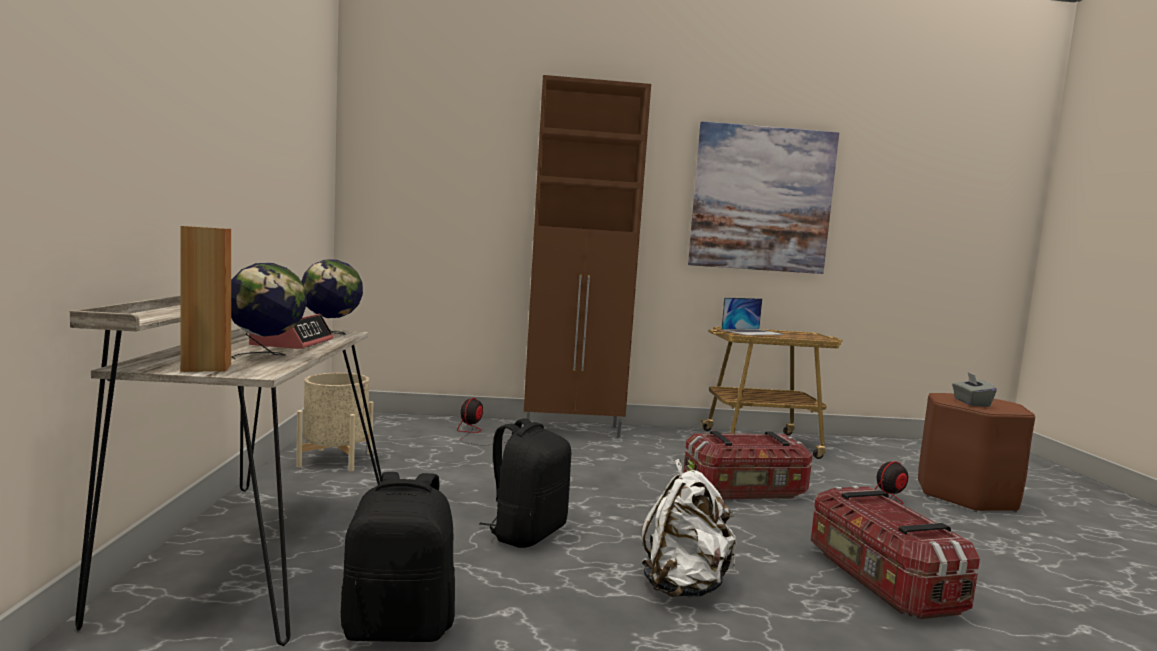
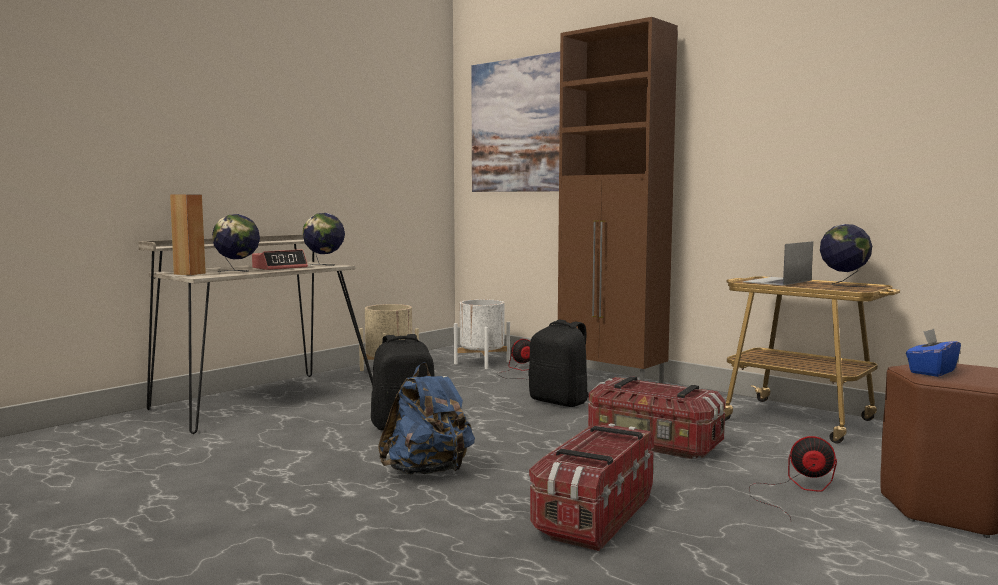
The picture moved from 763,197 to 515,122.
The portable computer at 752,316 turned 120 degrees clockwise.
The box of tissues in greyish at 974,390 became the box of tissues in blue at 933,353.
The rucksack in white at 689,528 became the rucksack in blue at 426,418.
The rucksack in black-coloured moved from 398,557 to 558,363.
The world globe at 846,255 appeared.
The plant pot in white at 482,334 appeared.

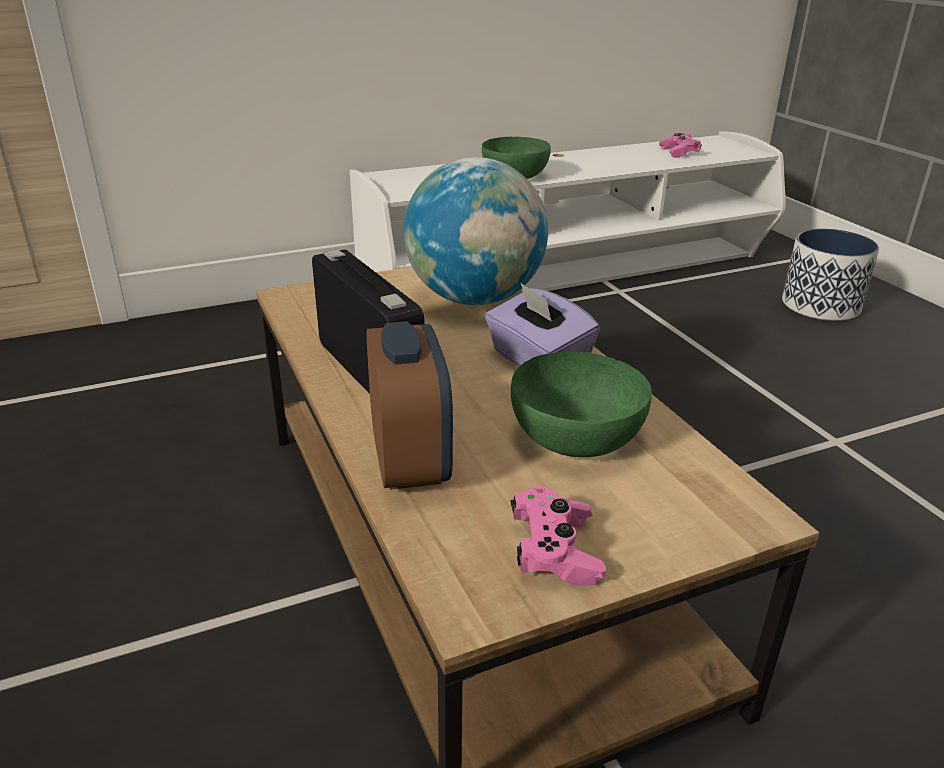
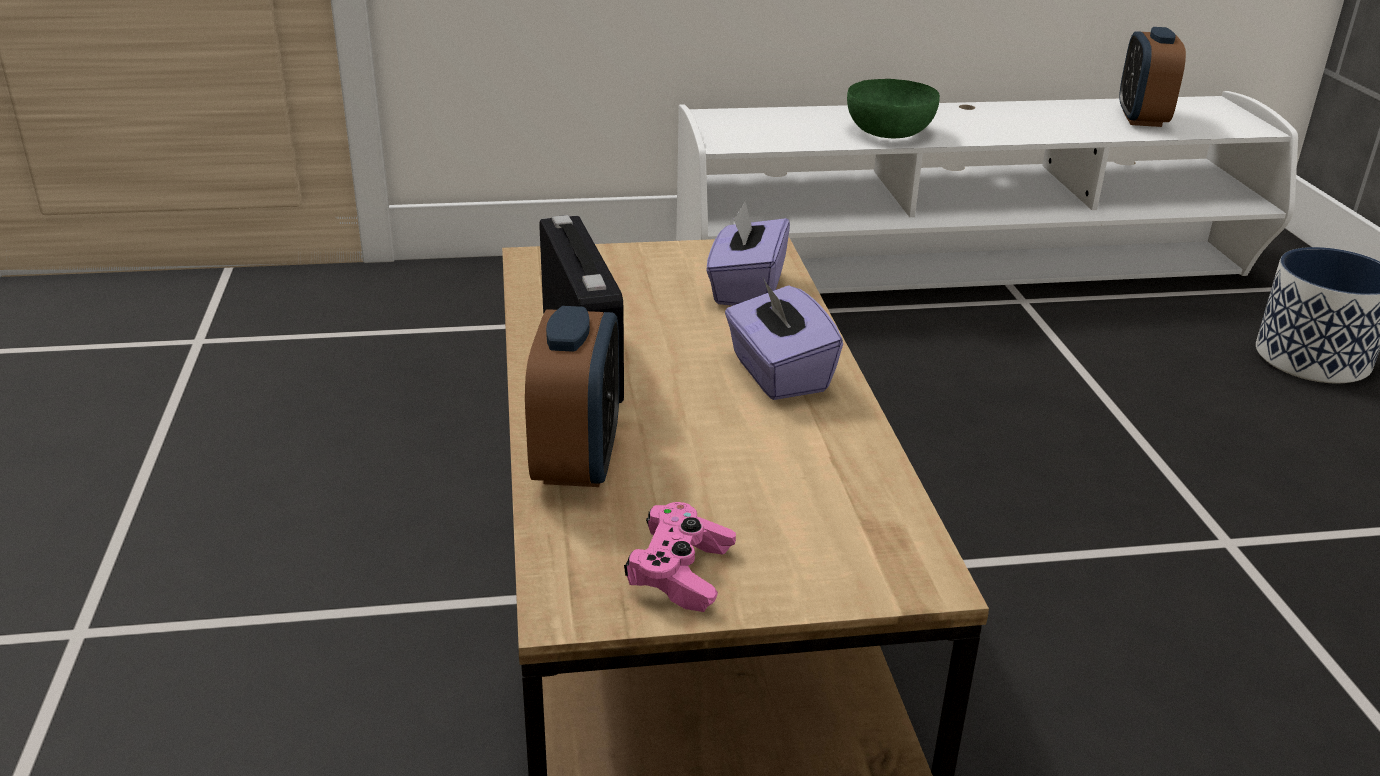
The game controller in pink-coloured at 680,145 was replaced by the alarm clock at 1152,77.
The world globe at 476,231 was replaced by the box of tissues in purple-coloured at 748,253.
The deep dish in greenish at 581,404 disappeared.

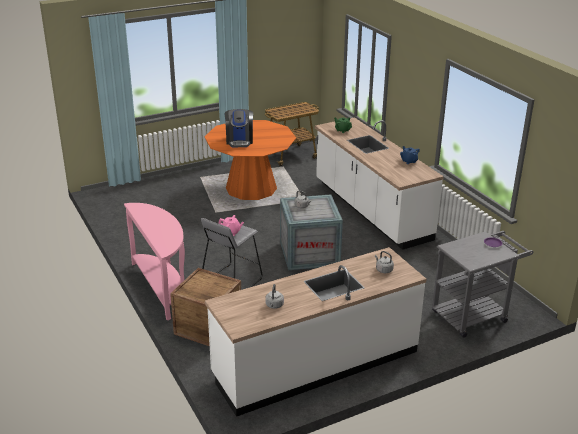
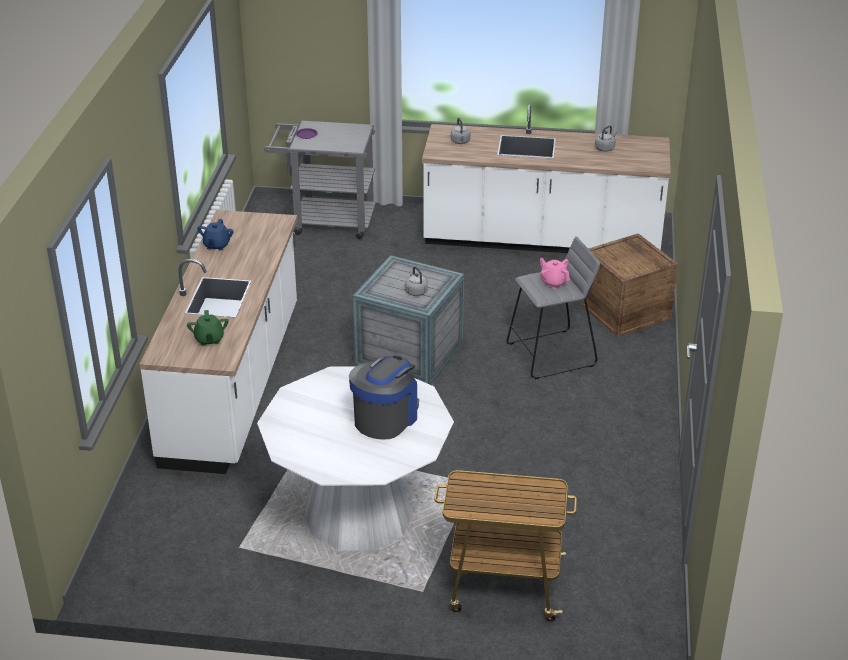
The wheeled cart moved from 292,134 to 505,546.
The dinner table in orange at 250,160 became the dinner table in white at 355,458.
The console table in pink-coloured at 154,261 disappeared.

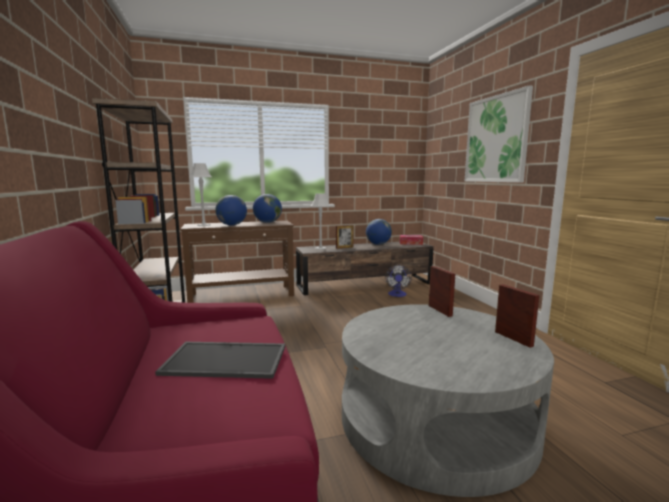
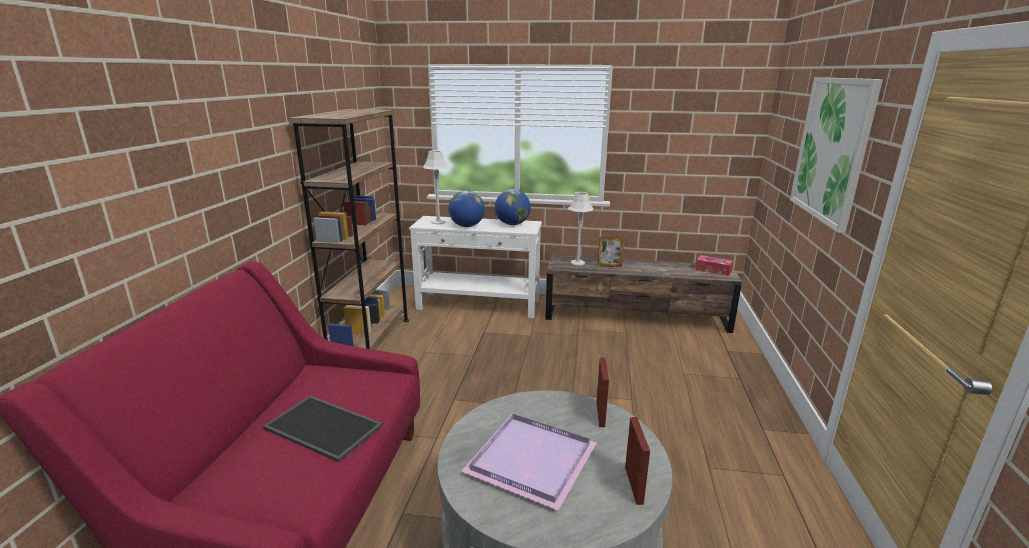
The world globe at 379,232 disappeared.
The console table in brownish at 237,262 became the console table in white at 475,267.
The fan at 398,281 disappeared.
The tray in purple-coloured at 529,462 appeared.

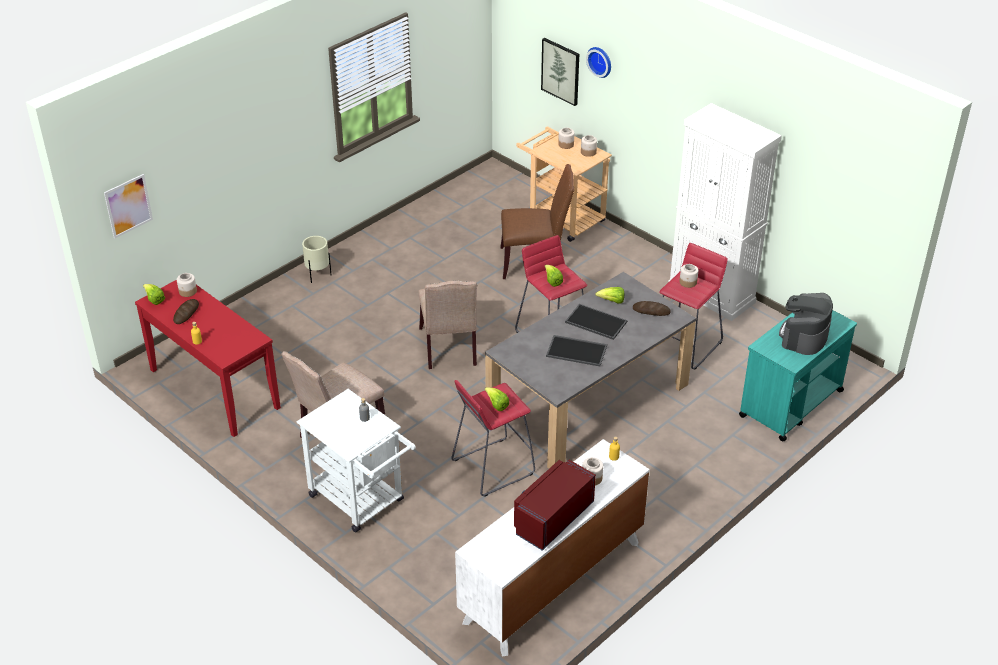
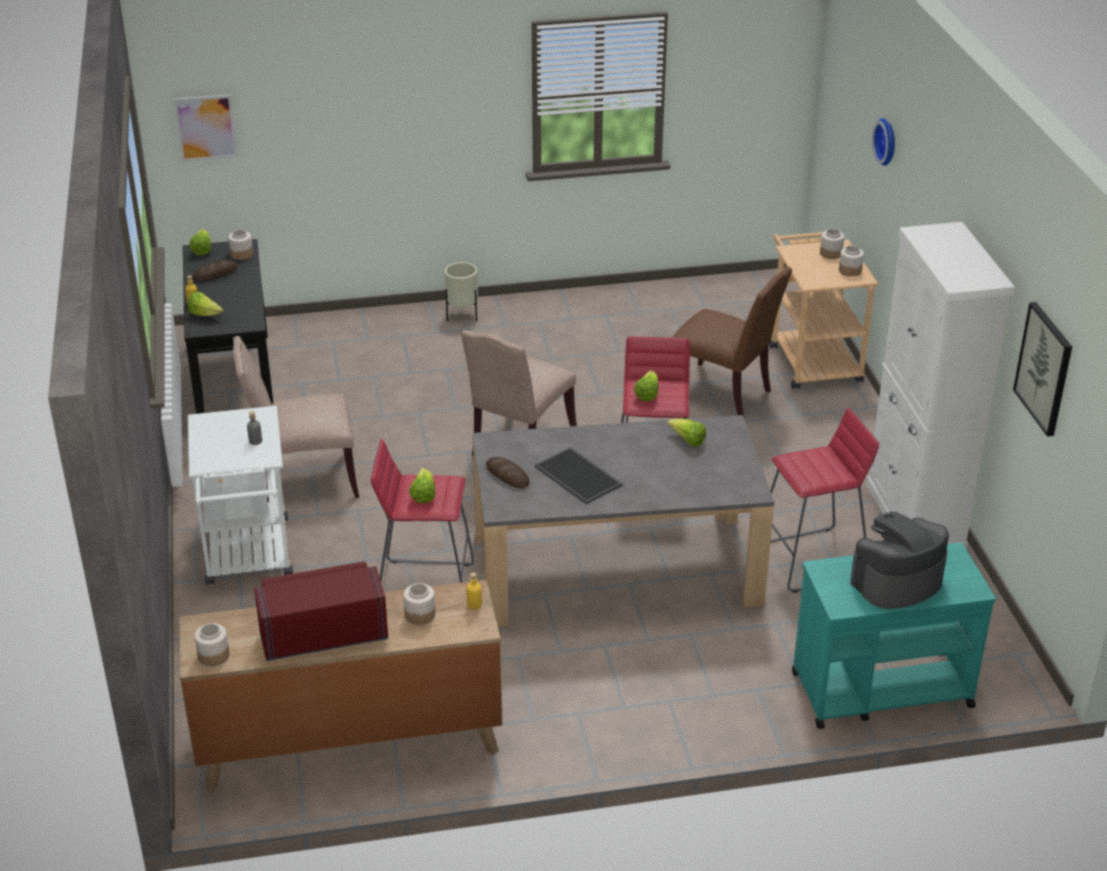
The picture moved from 560,72 to 1042,369.
The storage jar moved from 689,276 to 212,644.
The console table in red at 208,358 became the console table in black-coloured at 228,326.
The bakery bread moved from 652,308 to 507,472.
The tray at 596,322 disappeared.
The dresser in white at 552,548 became the dresser in brownish at 341,686.
The head of lettuce at 205,304 appeared.

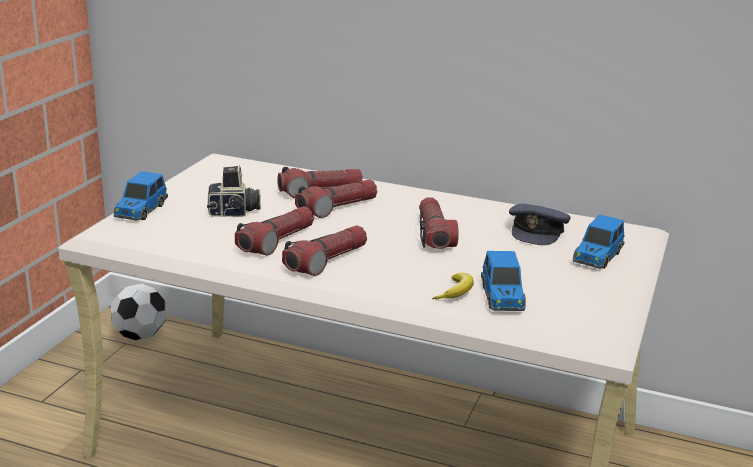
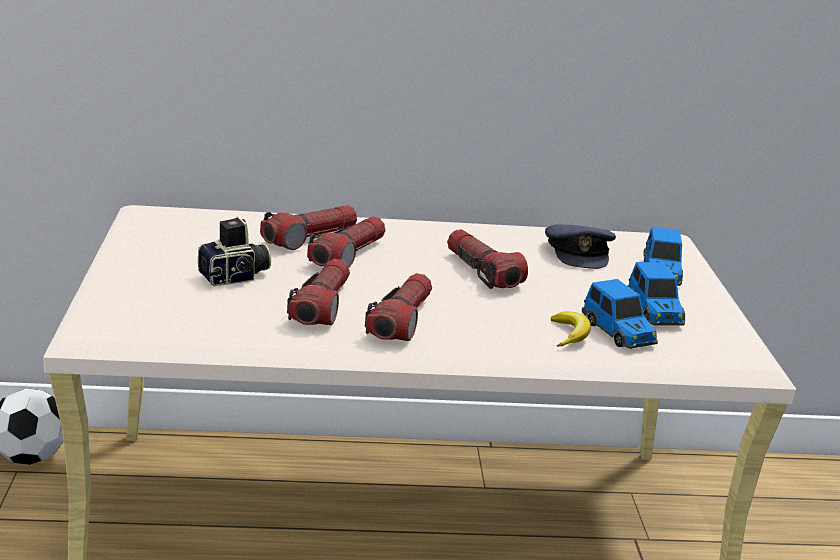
The miniature car moved from 141,195 to 656,294.

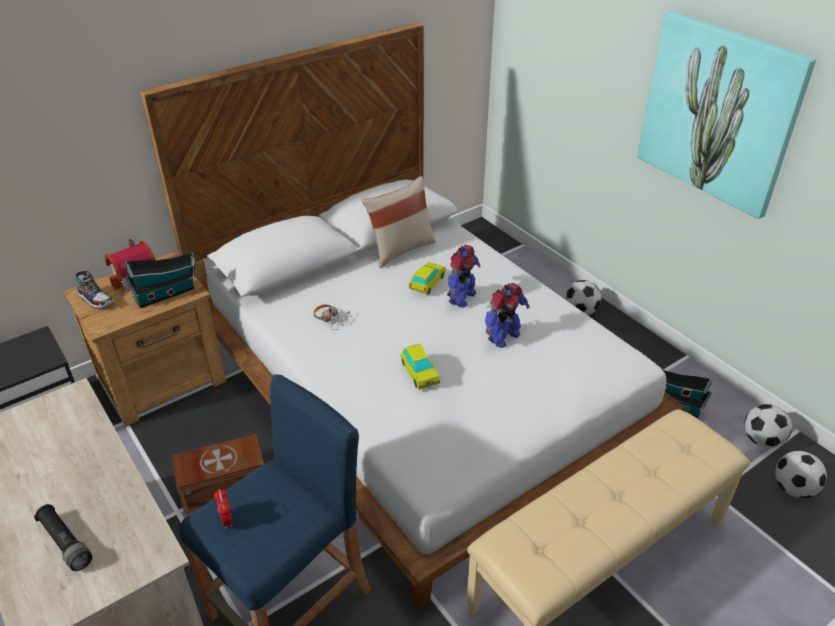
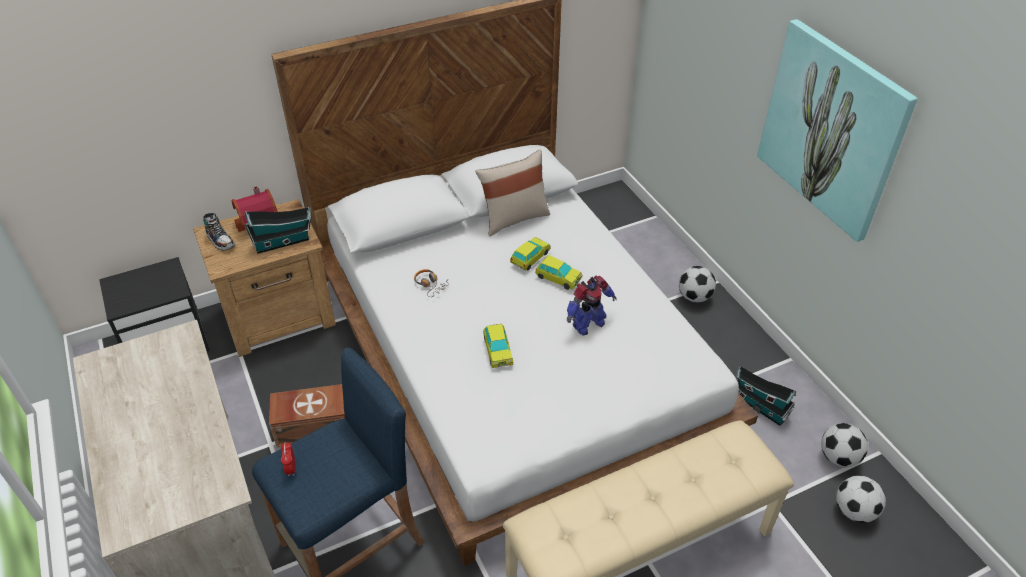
The model robot at 463,276 was replaced by the miniature car at 558,272.
The hand torch in black-coloured at 63,537 disappeared.

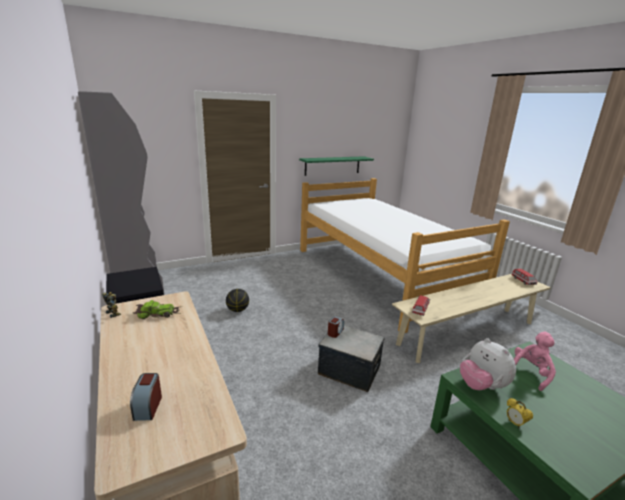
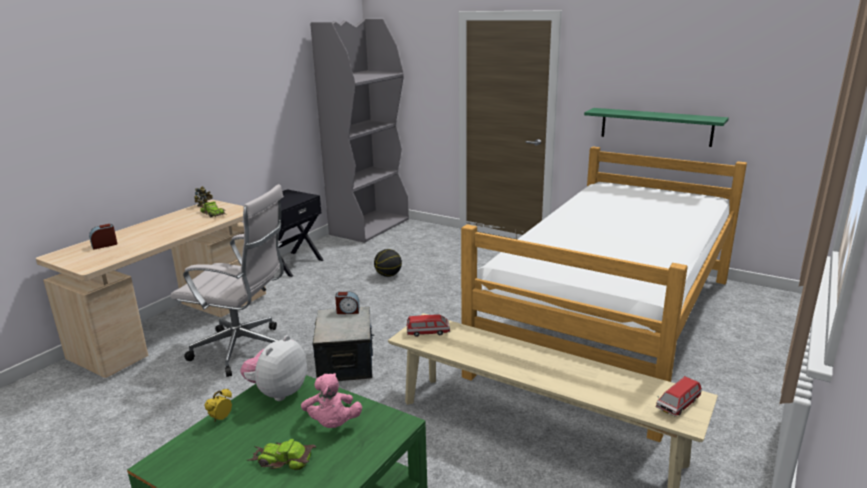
The cuddly toy in pink-coloured at 535,361 turned 60 degrees clockwise.
The office chair in white at 227,280 appeared.
The miniature car at 282,454 appeared.

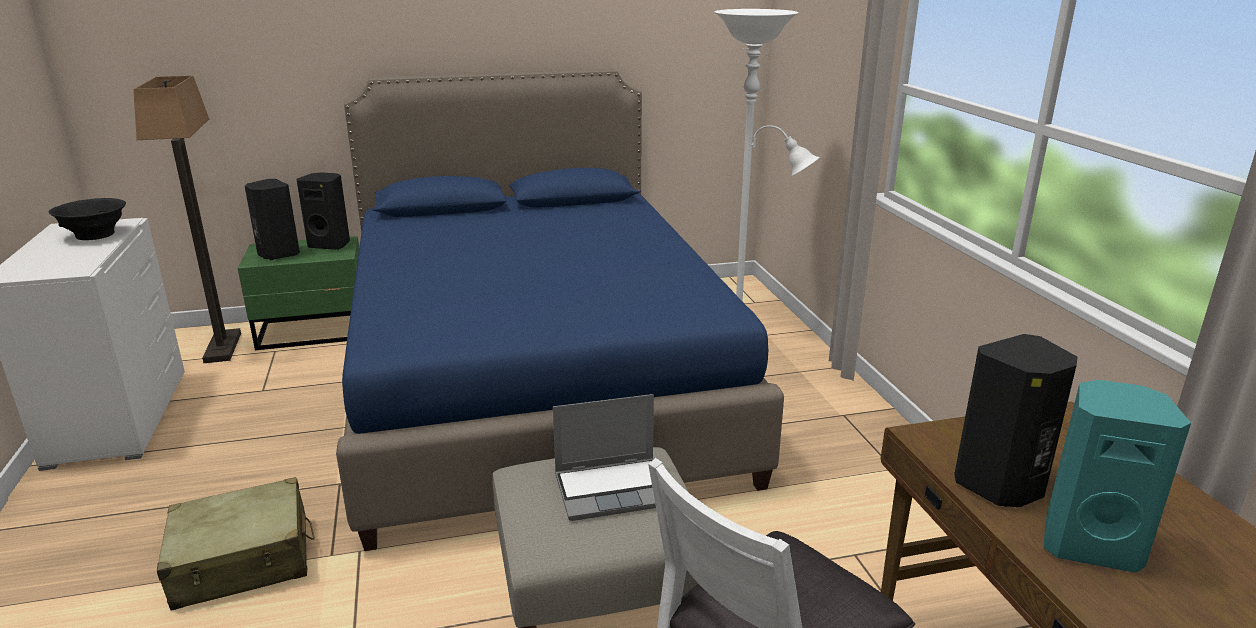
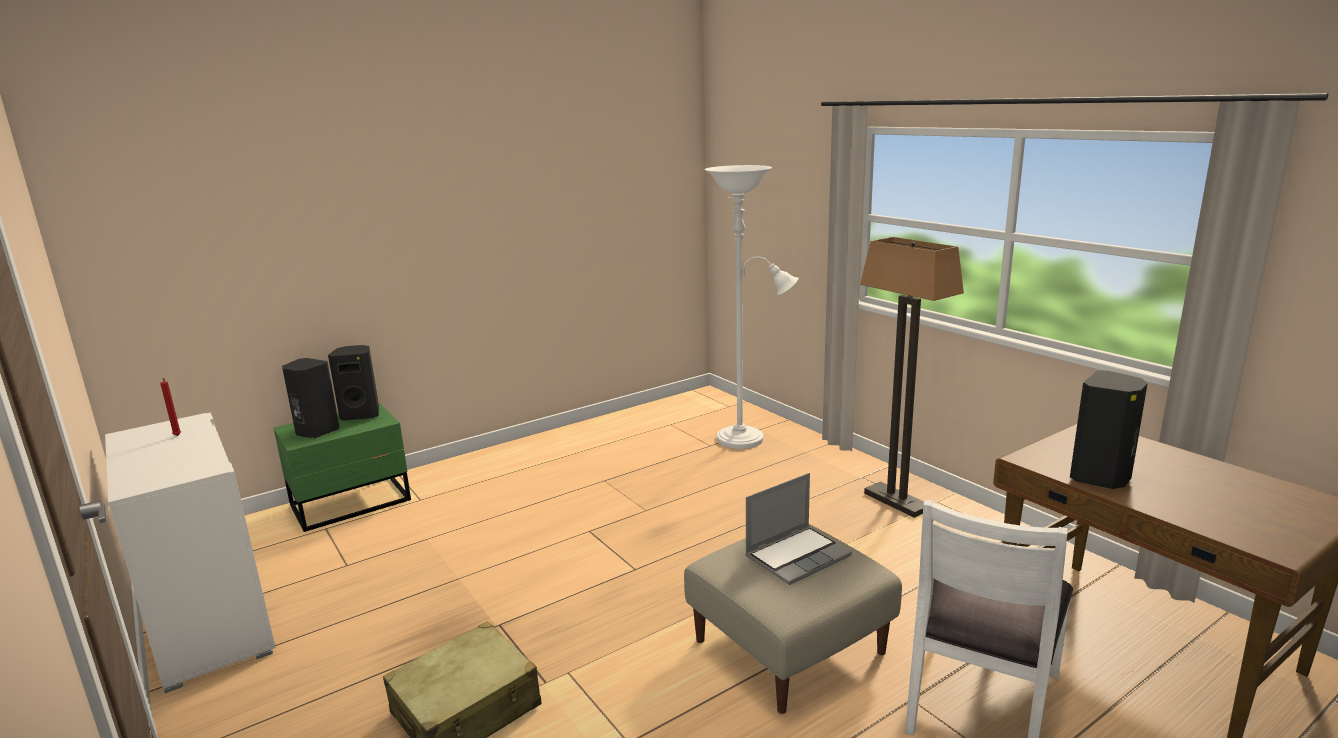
The sleeping bed in blue at 560,310 disappeared.
The standing lamp moved from 187,219 to 912,377.
The deep dish in black-coloured at 87,219 was replaced by the wax candle in red at 170,407.
The audio speaker in turquoise-coloured at 1117,476 disappeared.

